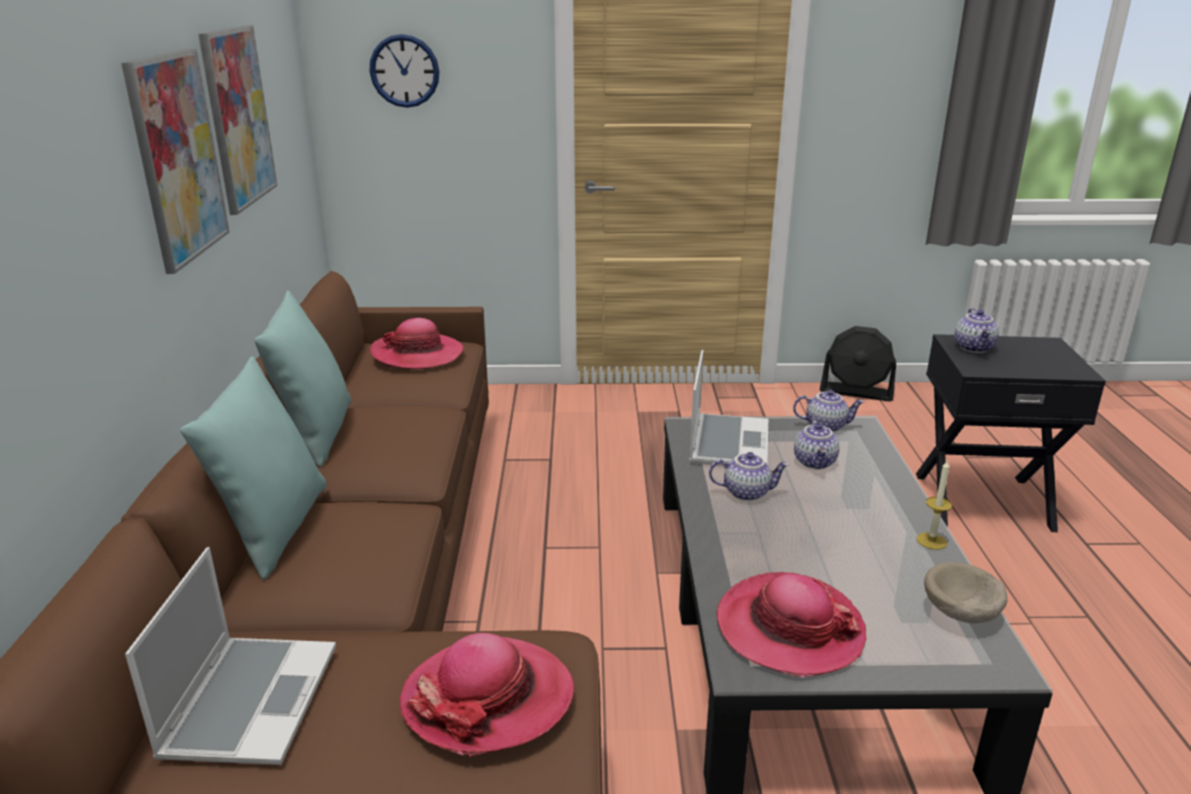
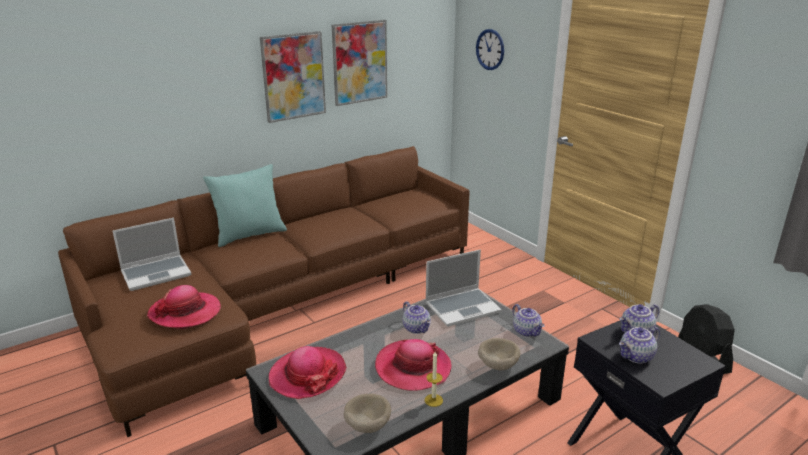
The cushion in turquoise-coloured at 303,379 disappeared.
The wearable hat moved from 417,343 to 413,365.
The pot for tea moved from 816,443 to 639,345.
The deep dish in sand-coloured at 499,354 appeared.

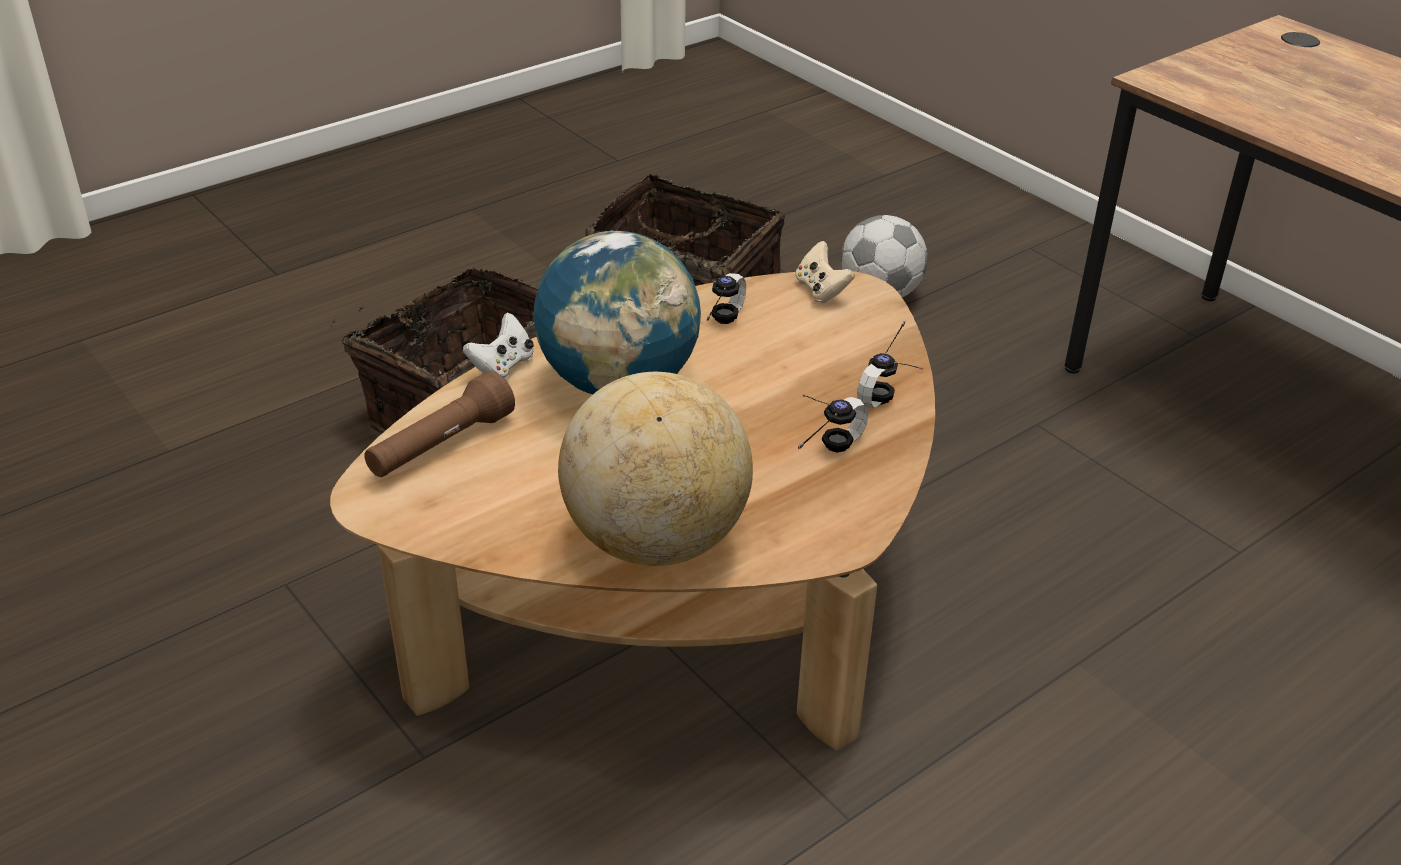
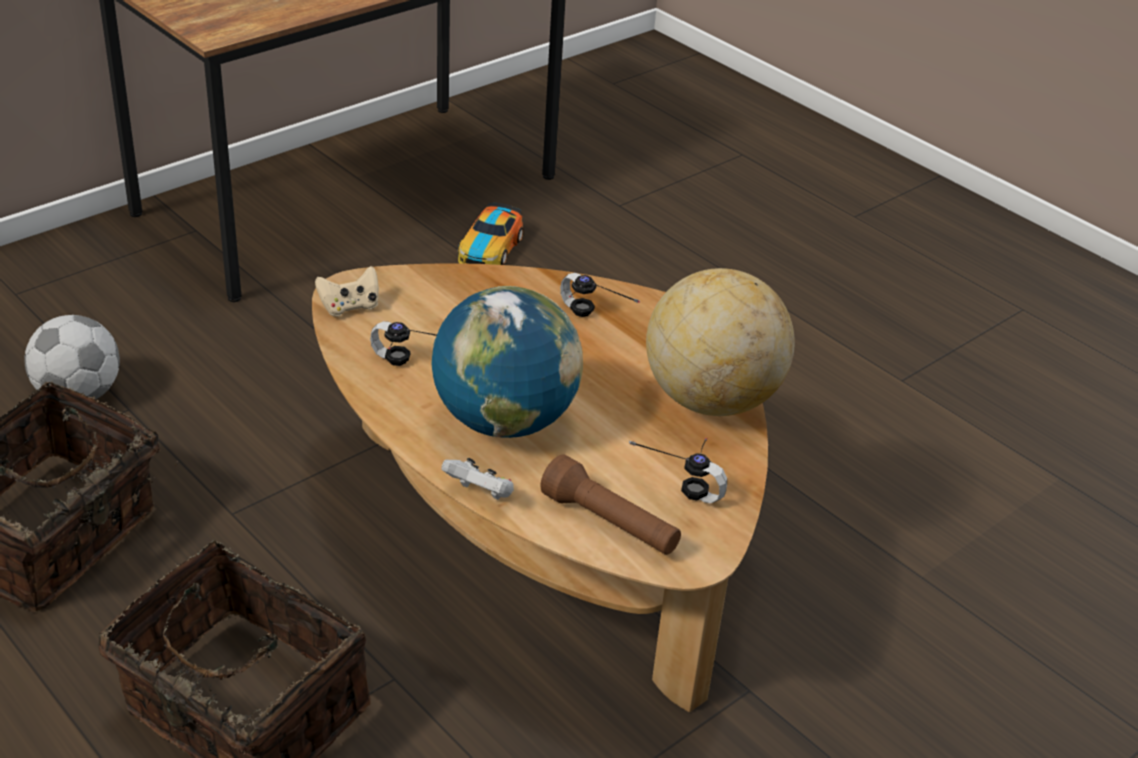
The headphones moved from 890,364 to 678,471.
The miniature car at 491,234 appeared.

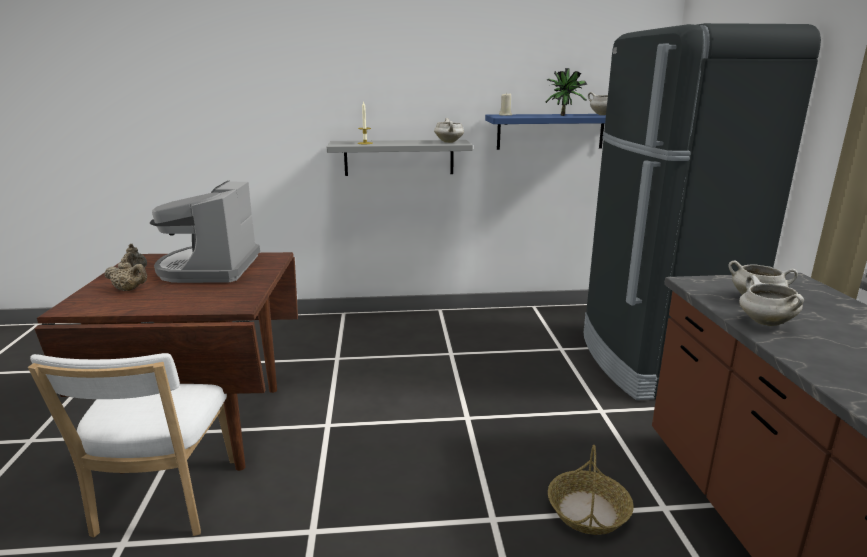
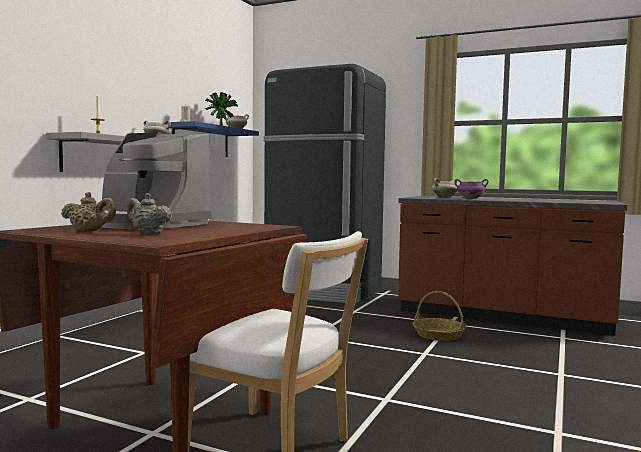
The pot for tea in sand-coloured at 126,274 turned 105 degrees counterclockwise.
The saucepot in white at 771,300 became the saucepot in purple-coloured at 471,189.

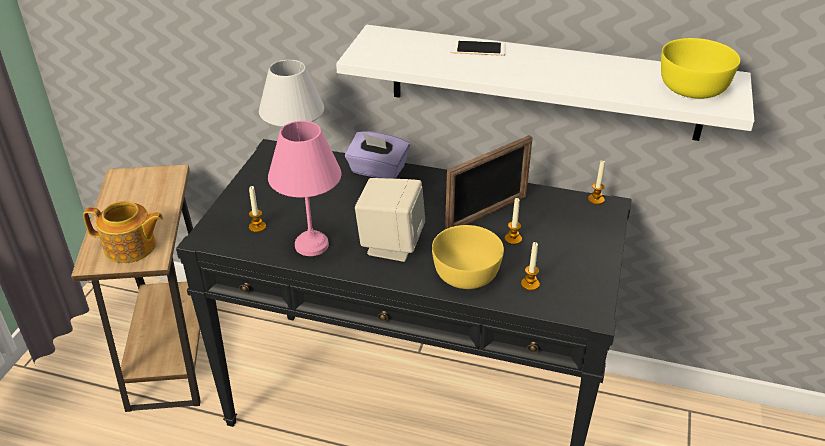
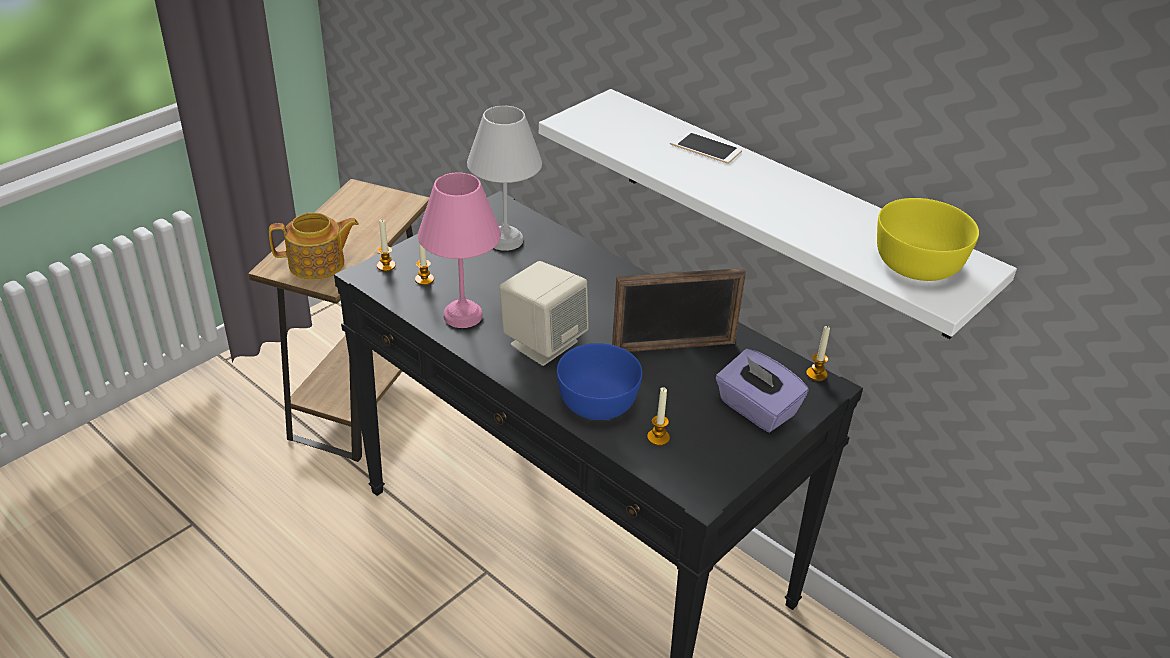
The box of tissues in purple-coloured moved from 377,155 to 762,390.
The wax candle moved from 513,221 to 386,245.
The pot for tea at 123,232 turned 45 degrees counterclockwise.
The deep dish in yellowish at 468,257 became the deep dish in blue at 599,381.

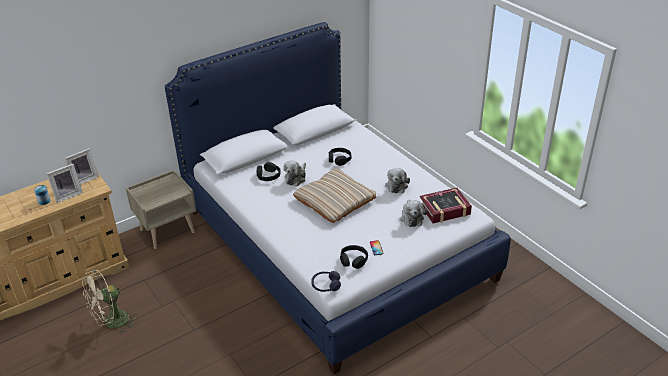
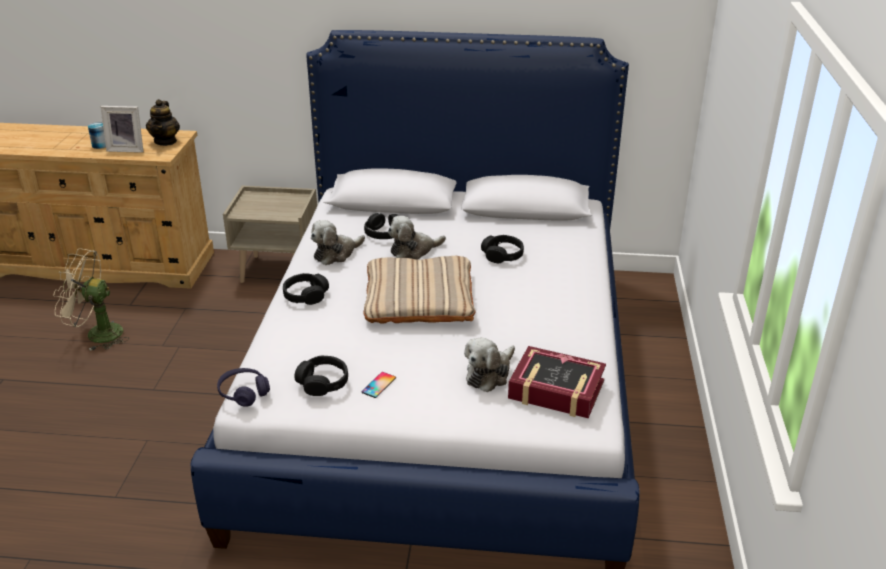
The picture frame at 81,166 was replaced by the pot for tea at 163,122.
The cuddly toy moved from 397,180 to 338,242.
The headphones in black-coloured at 306,289 appeared.

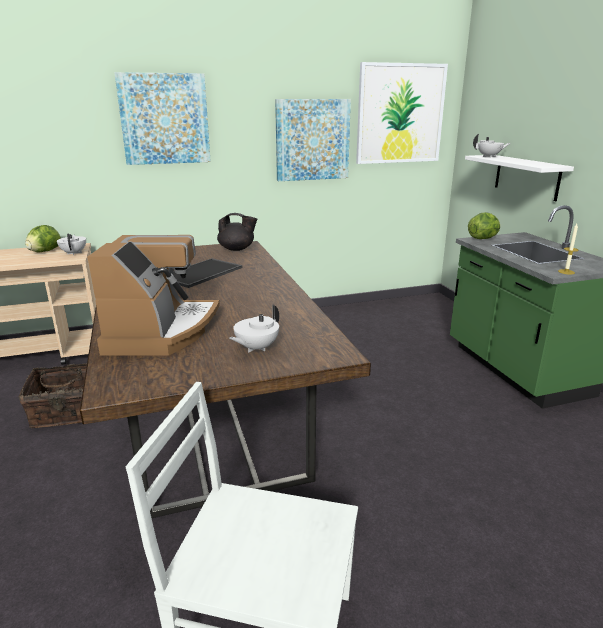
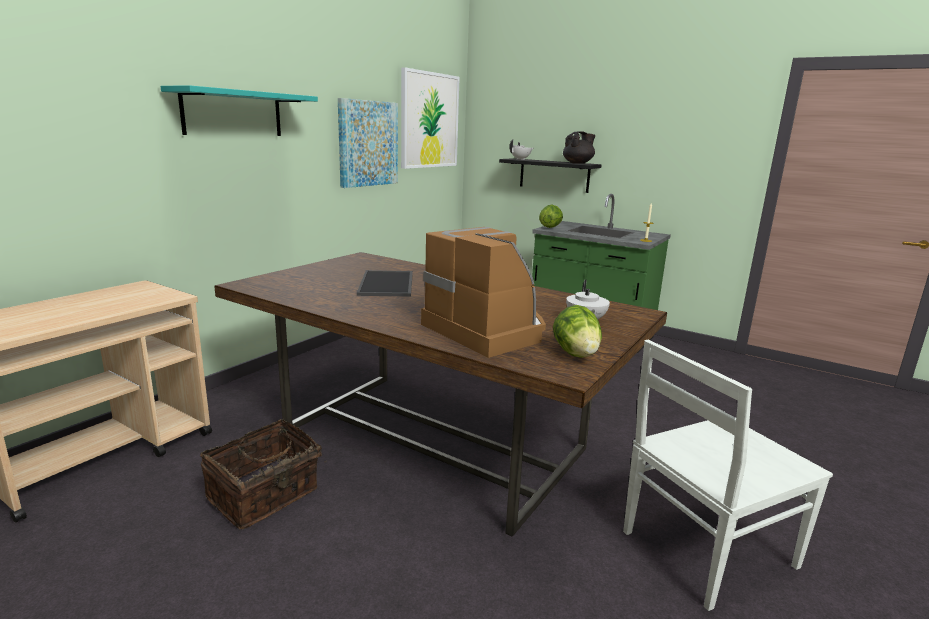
The picture at 162,118 was replaced by the bracket shelf in turquoise-coloured at 239,110.
The bracket shelf in white at 519,178 became the bracket shelf in black-coloured at 550,175.
The pot for tea in black-coloured moved from 237,232 to 579,147.
The head of lettuce moved from 43,238 to 577,331.
The pot for tea in white at 71,244 disappeared.

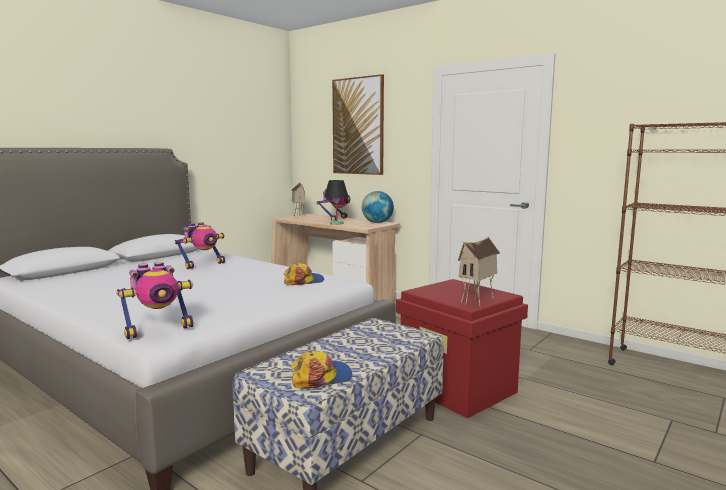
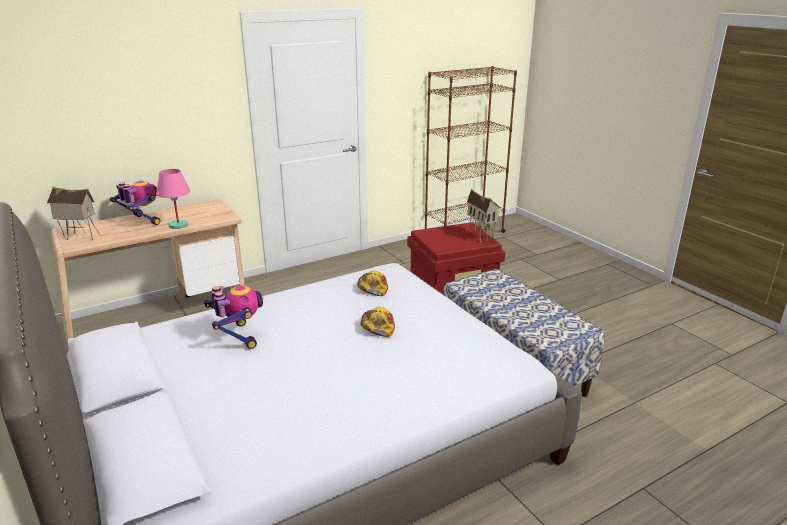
The picture at 358,124 disappeared.
The lamp for a table in black-coloured at 336,202 became the lamp for a table in pink-coloured at 173,199.
The world globe at 378,207 disappeared.
The model robot at 155,300 disappeared.
The cap moved from 321,369 to 378,322.

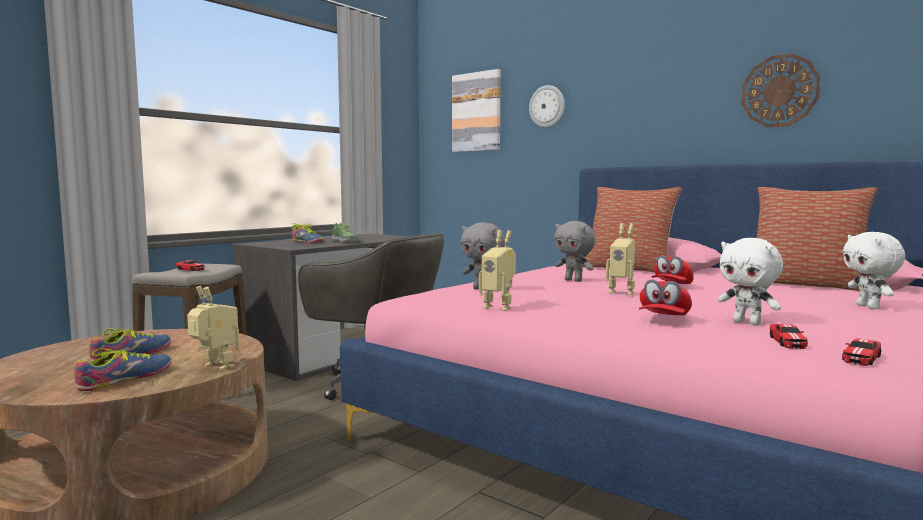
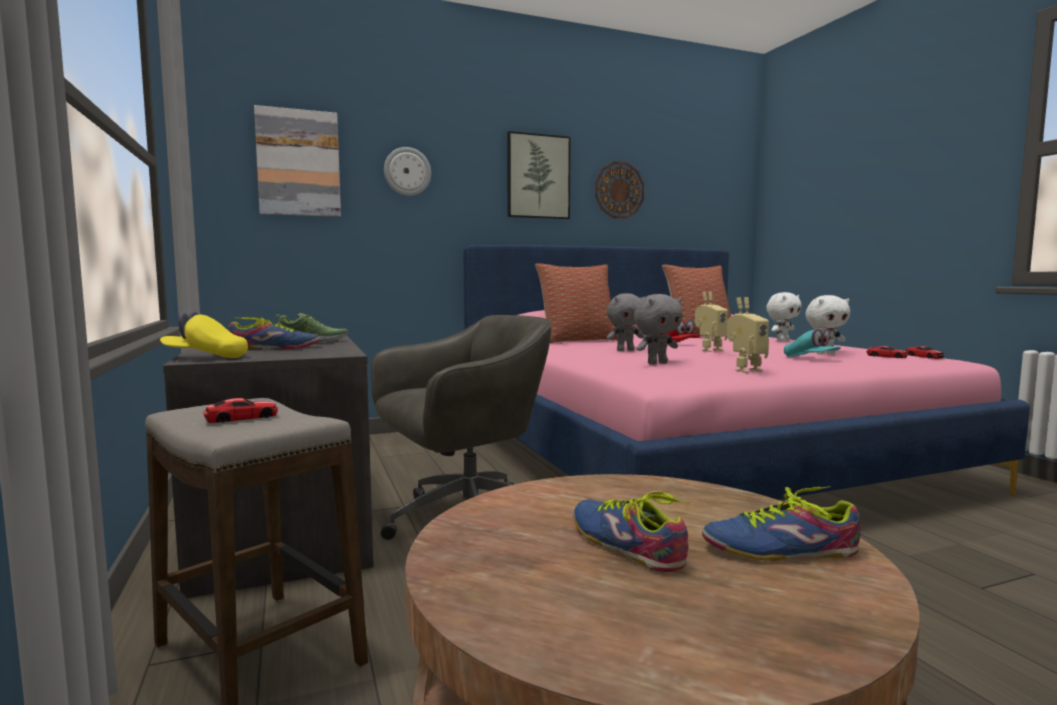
The cuddly toy in white at 874,270 turned 60 degrees counterclockwise.
The cap in red at 665,297 became the cap in turquoise-coloured at 812,342.
The model robot at 213,328 disappeared.
The shoe at 123,369 turned 60 degrees counterclockwise.
The picture at 539,175 appeared.
The cap in yellowish at 204,334 appeared.

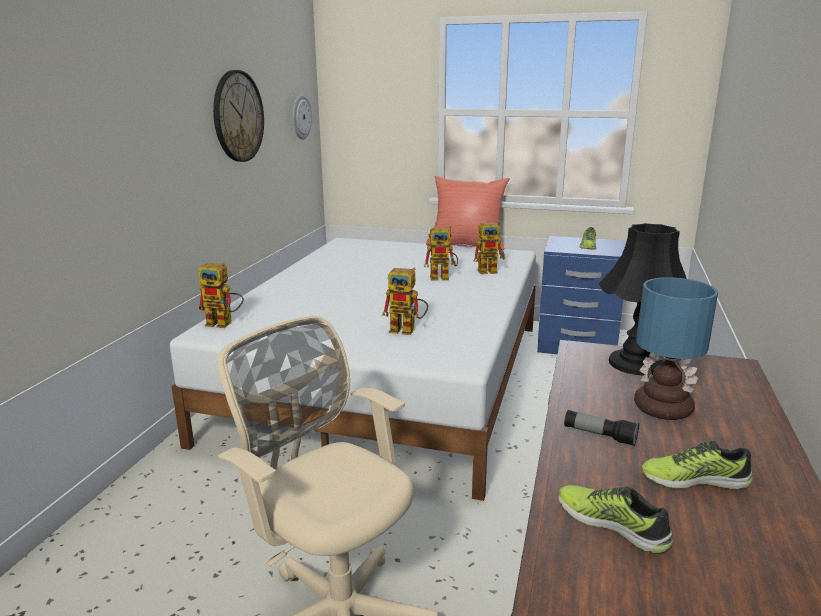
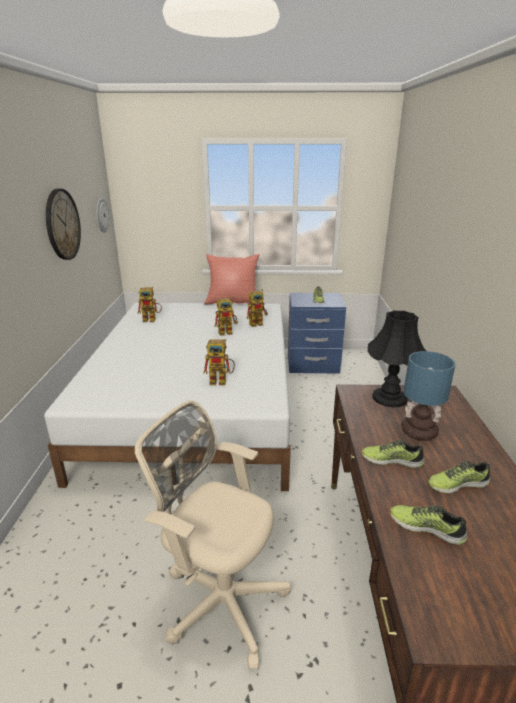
The model robot moved from 221,295 to 149,304.
The hand torch at 601,428 was replaced by the shoe at 393,454.

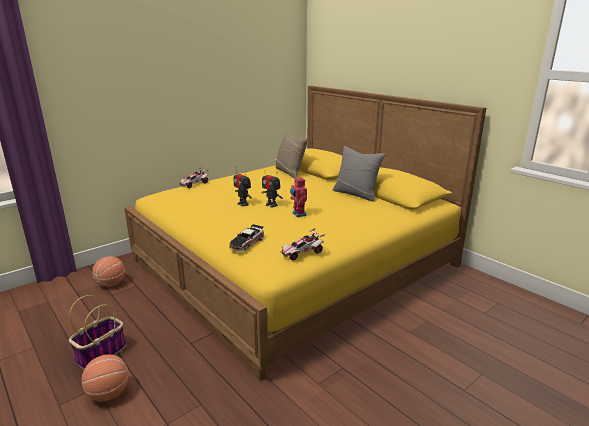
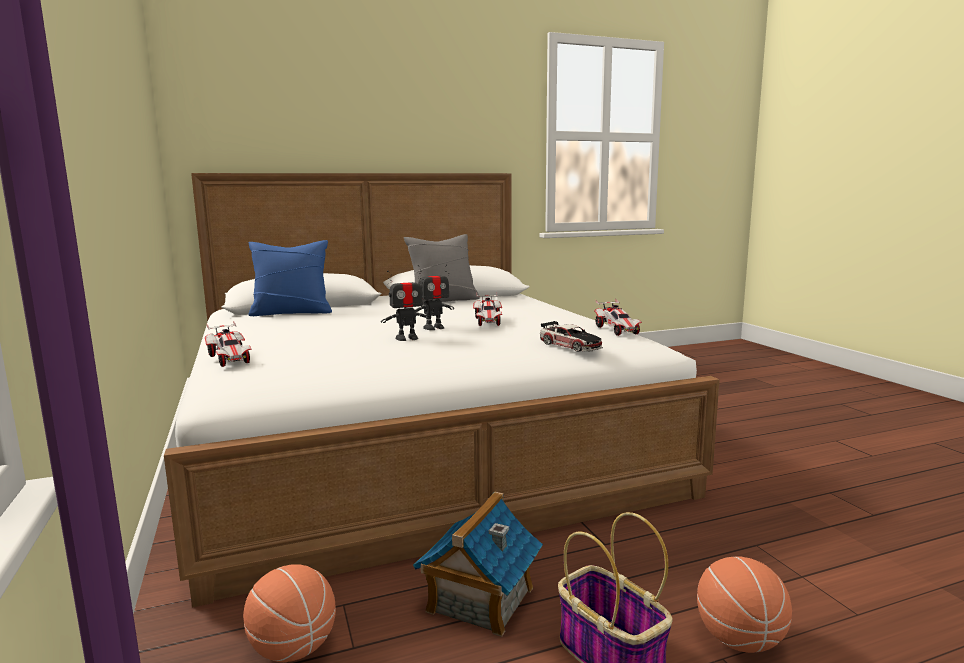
The sleeping bed in yellowish at 305,233 became the sleeping bed in white at 442,390.
The cushion in sand-coloured at 291,154 became the cushion in blue at 290,278.
The model robot at 298,197 was replaced by the miniature car at 487,309.
The toy house at 478,564 appeared.

